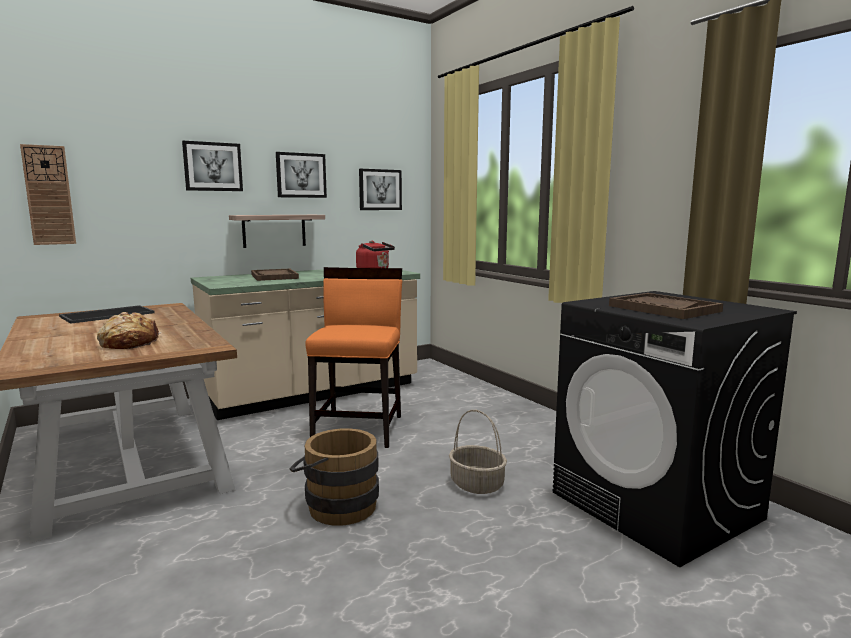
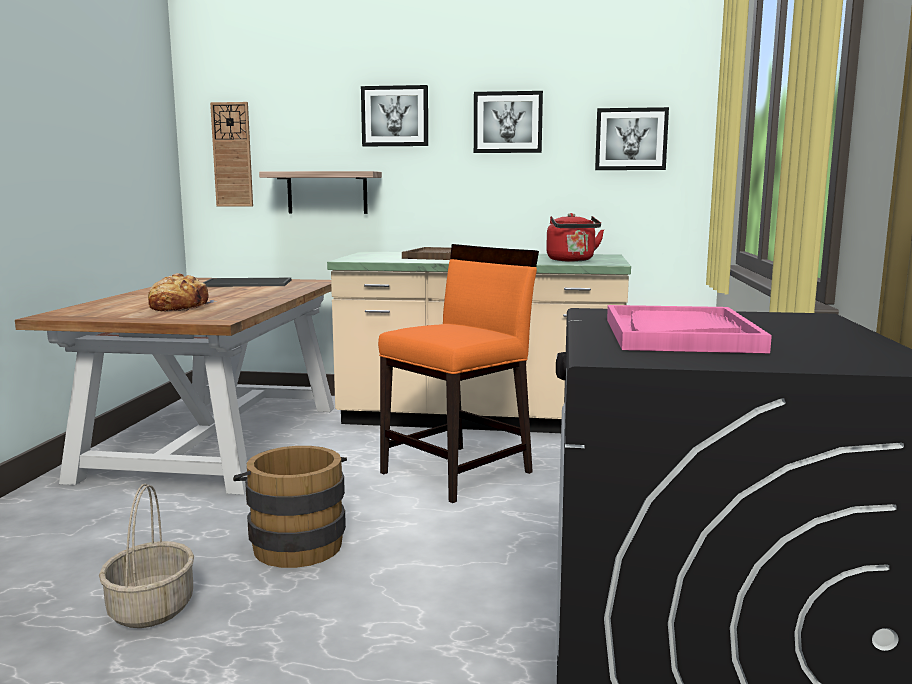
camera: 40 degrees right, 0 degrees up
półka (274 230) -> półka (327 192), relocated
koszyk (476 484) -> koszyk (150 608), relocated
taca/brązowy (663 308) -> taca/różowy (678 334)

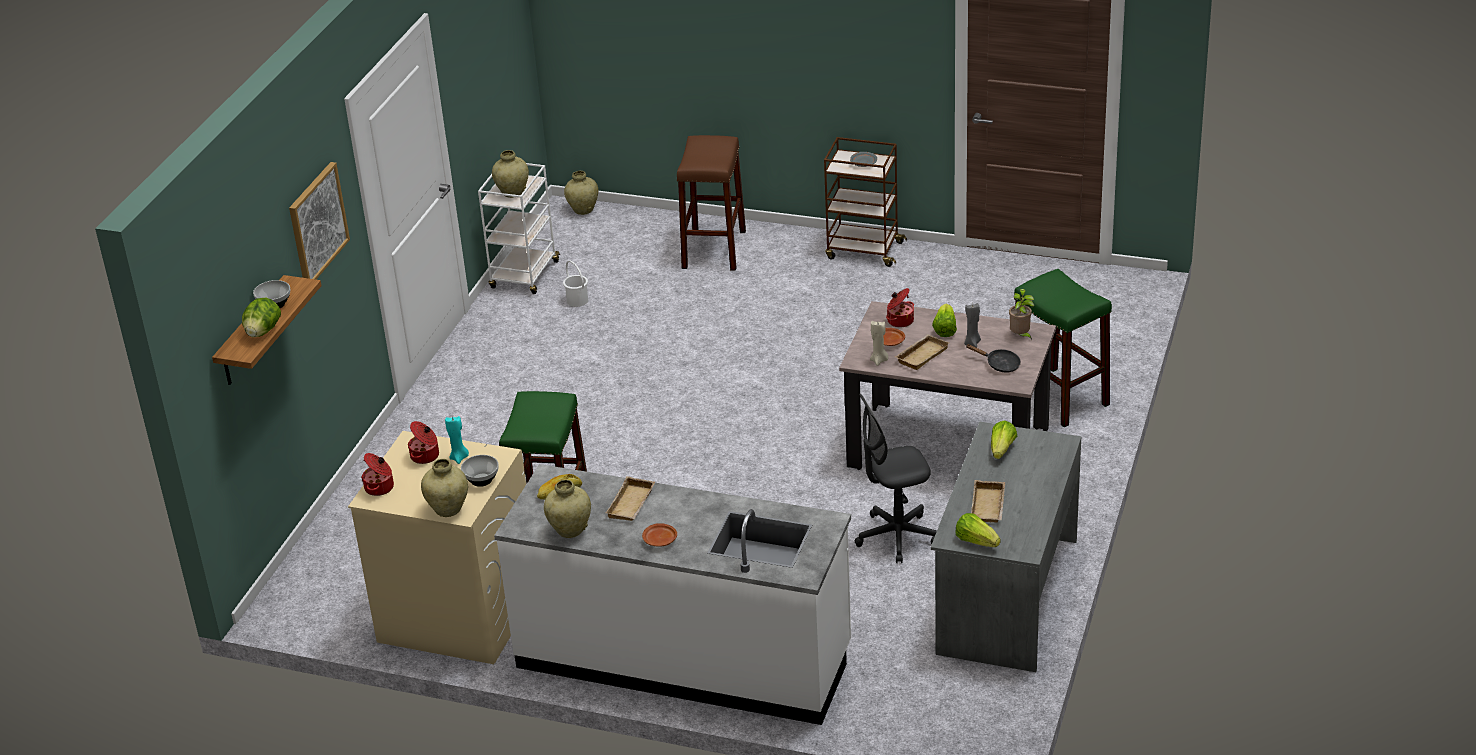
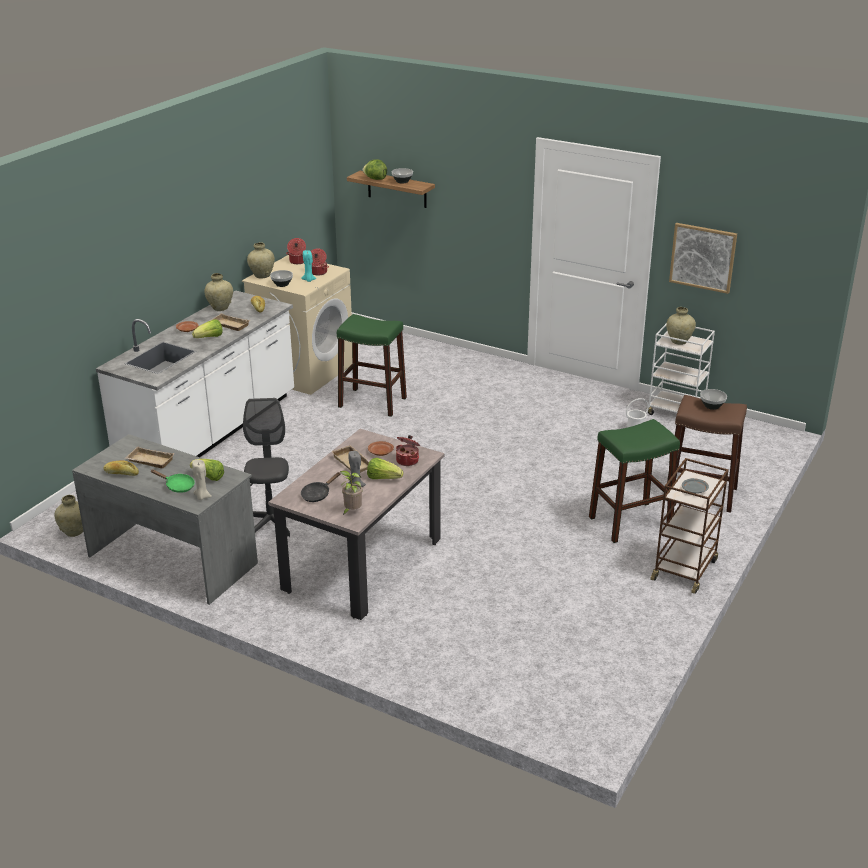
camera: 100 degrees right, 5 degrees down
obraz (317 223) -> obraz (703 257), relocated
wazon/beżowy (583 210) -> wazon/beżowy (74 532), relocated
świeca/beżowy (879 360) -> świeca/beżowy (202 497), relocated
sałata (976 541) -> sałata (209 338), relocated
stołek/zielony (1058 397) -> stołek/zielony (630 522), relocated
none -> chleb (121 473)
none -> patelnia/zielony (177 486)
none -> miska (711 406)

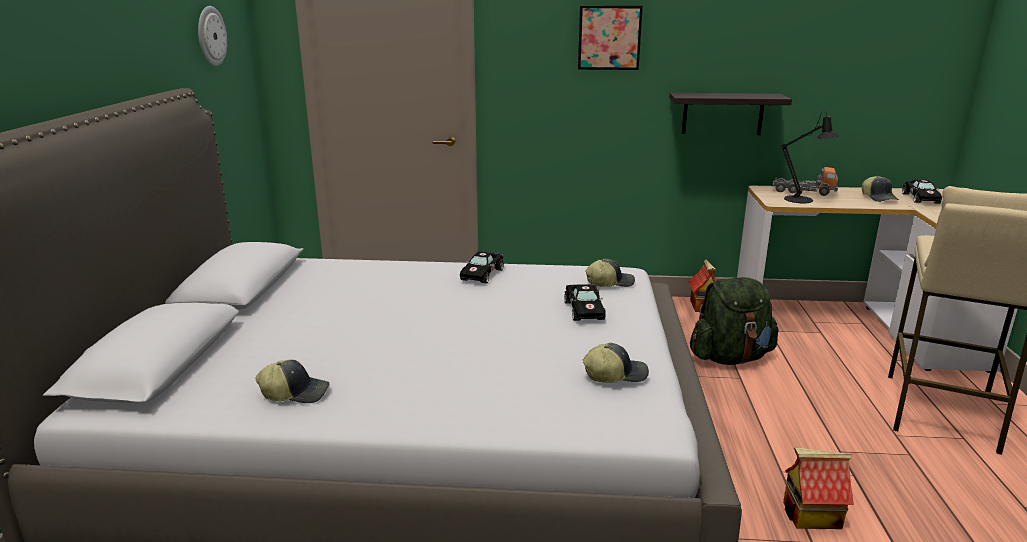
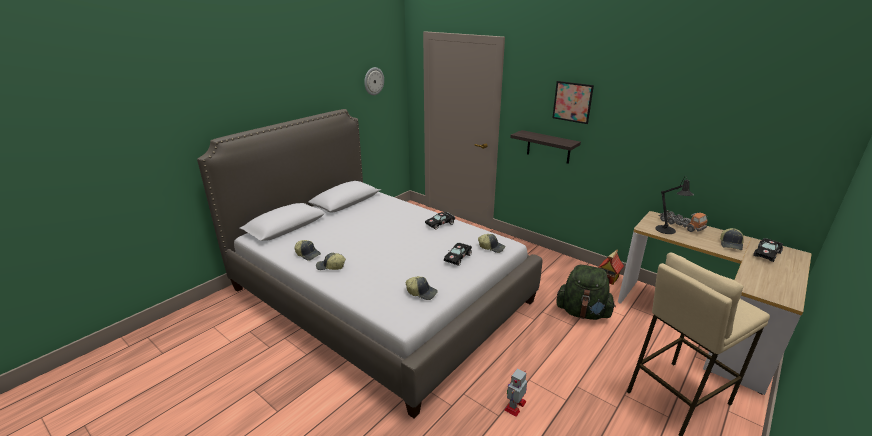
camera: 35 degrees right, 5 degrees up
półka (722 113) -> półka (548 147), relocated
domek (811 516) -> robot zabawkowy (515 405)
none -> czapka z daszkiem (330 267)

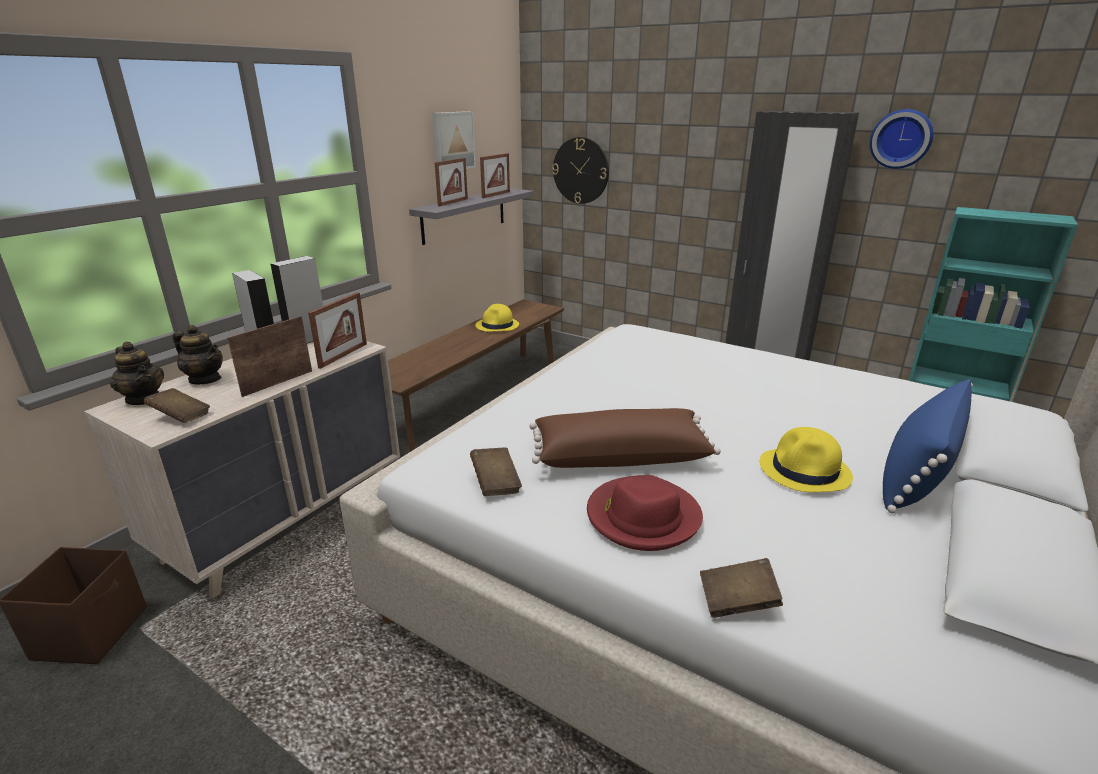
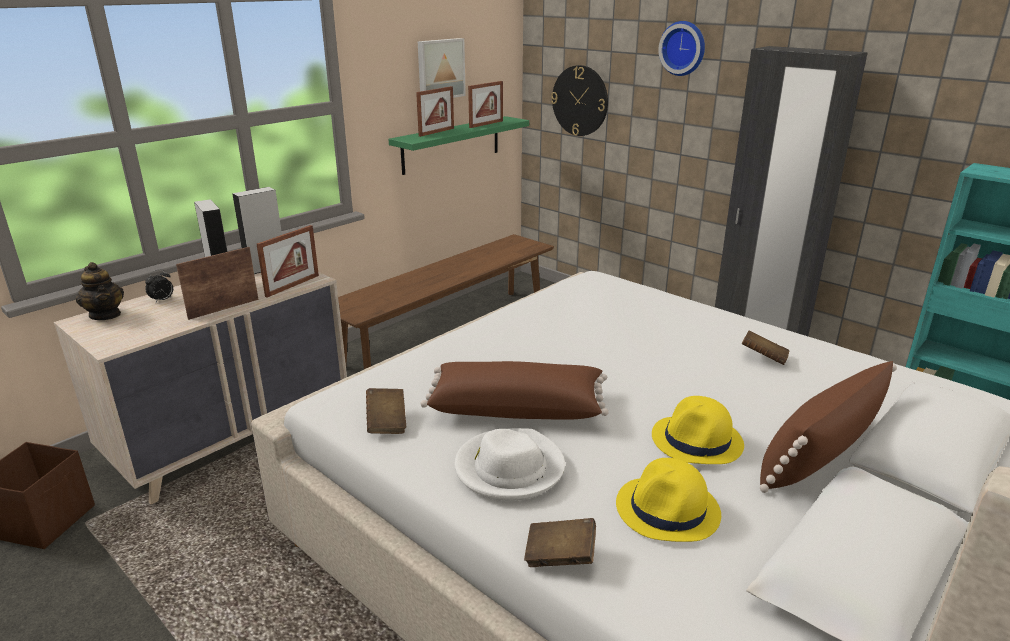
camera: 10 degrees right, 0 degrees up
książka/brązowy (181 417) -> książka/brązowy (763 358), relocated
imbryk (205 379) -> budzik (162 300)
półka/szary (464 215) -> półka/zielony (451 144)
kapelusz/żółty (497 326) -> kapelusz/żółty (668 510), relocated
kapelusz/czerwony (642 517) -> kapelusz/biały (509 468)
zegar ścienny (901 139) -> zegar ścienny (683 48), relocated
poduszka/niebieski (917 472) -> poduszka/brązowy (818 455)

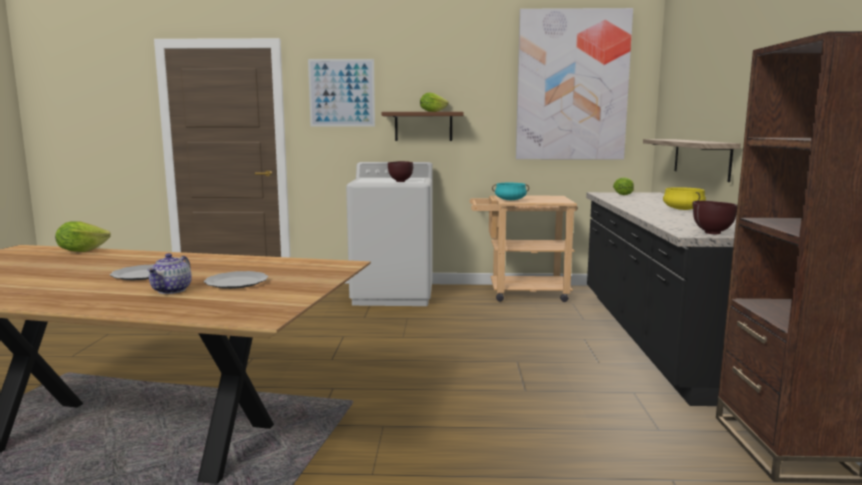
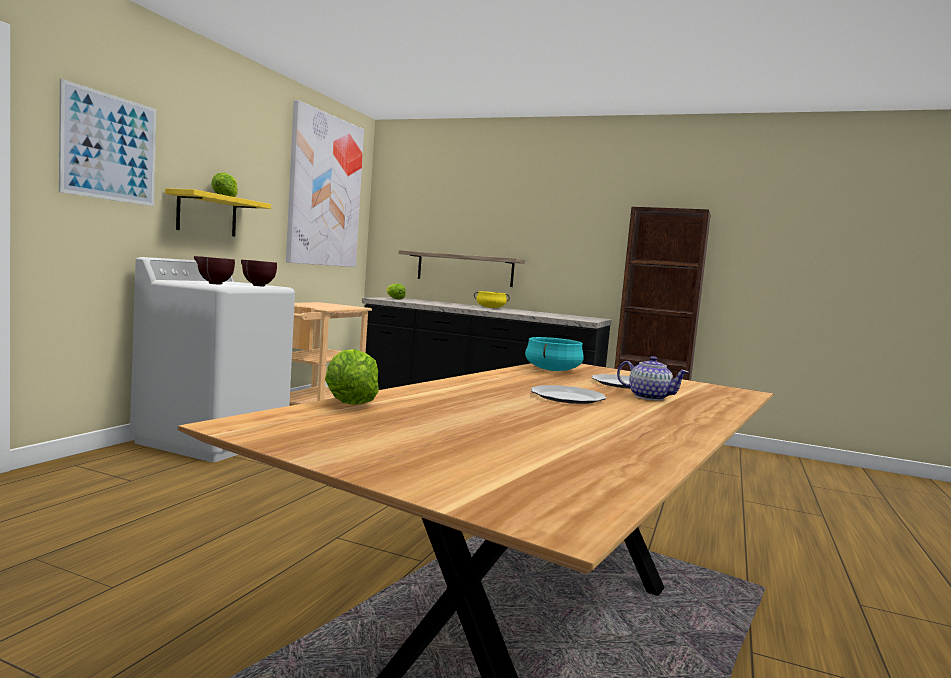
camera: 70 degrees left, 5 degrees down
półka/brązowy (423 126) -> półka/żółty (207 214)
garnek/turkusowy (510 200) -> garnek/turkusowy (552 370), relocated
miska/brązowy (710 232) -> miska/brązowy (213 283), relocated

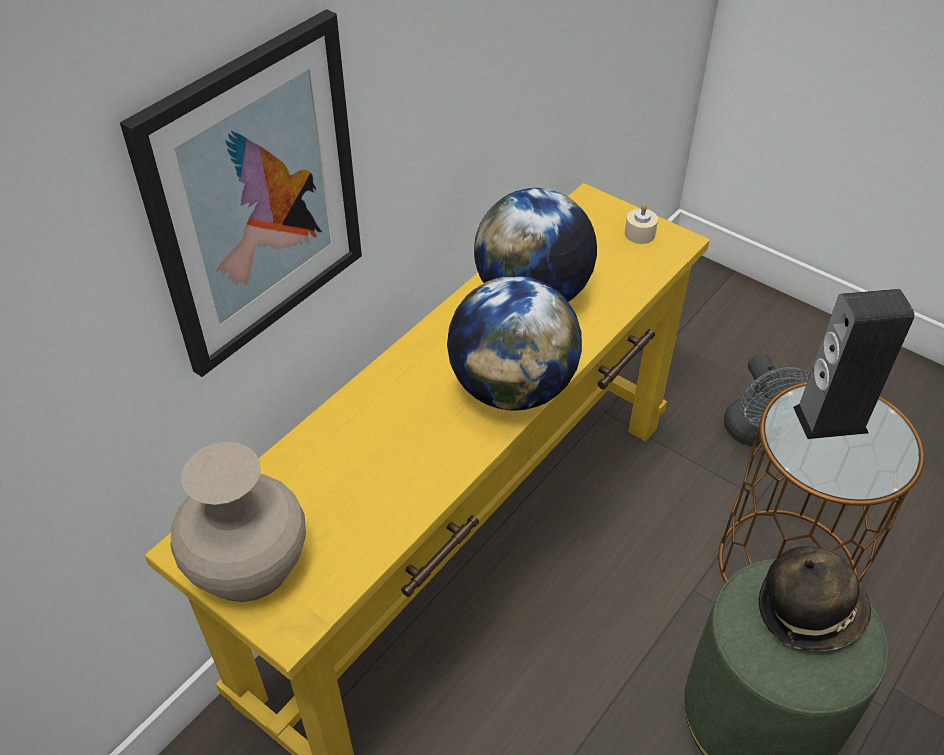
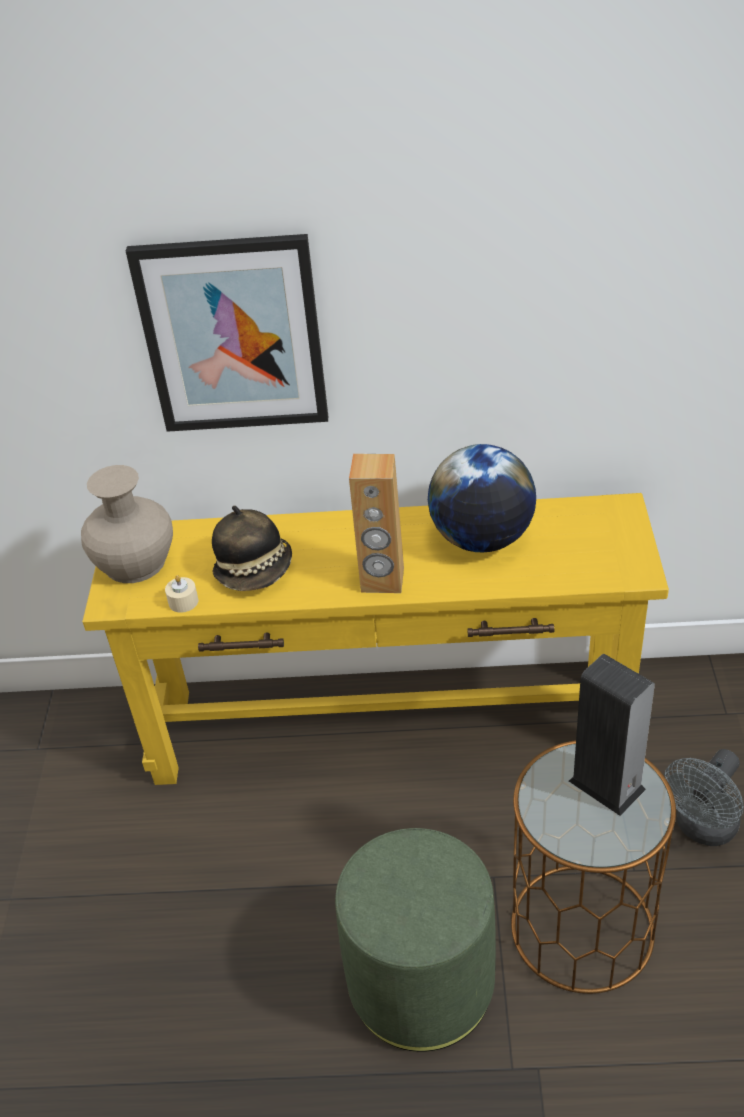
camera: 55 degrees right, 5 degrees down
globus (512 388) -> głośnik/brązowy (382 580)
świeca/beżowy (639 234) -> świeca/beżowy (183 601), relocated
kapelusz (809 610) -> kapelusz (255 571), relocated

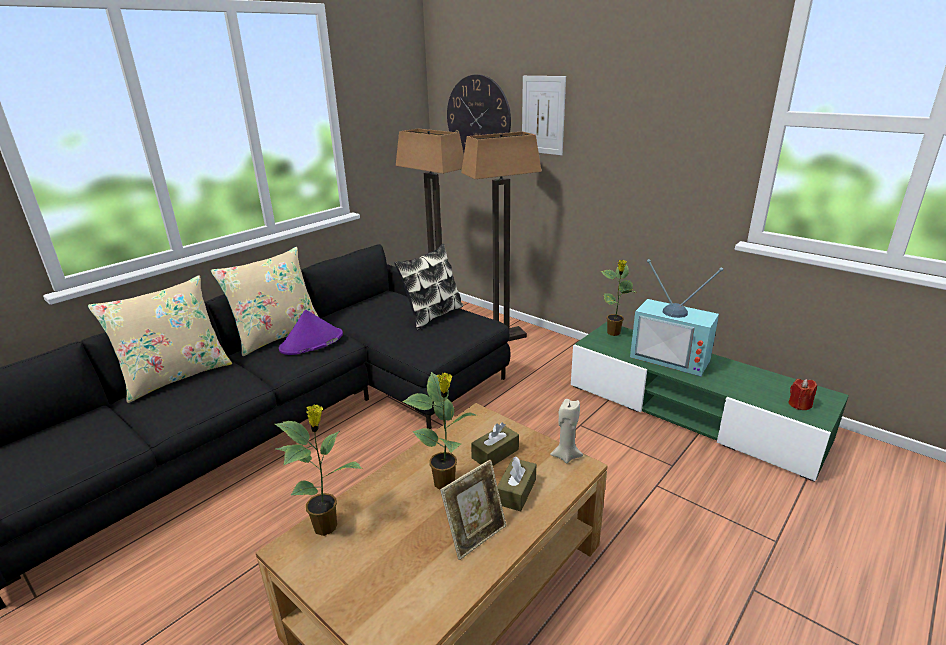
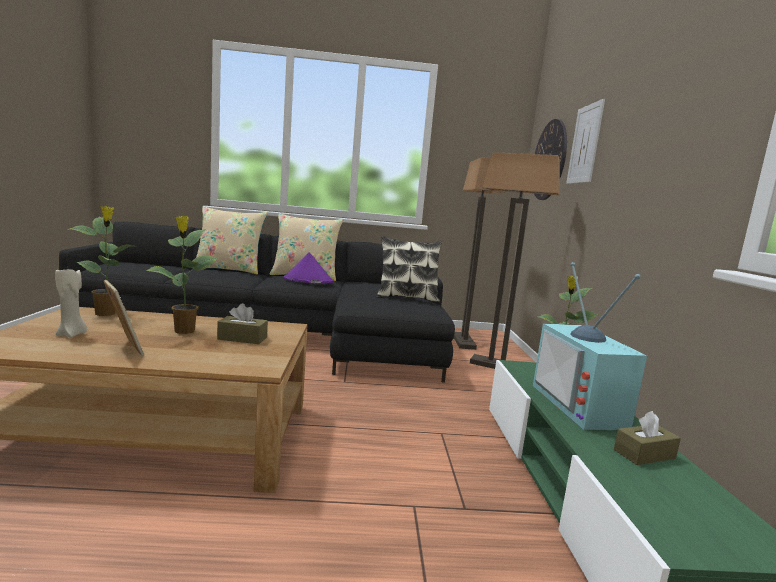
camera: 45 degrees right, 15 degrees down
ramka na zdjęcie (475 535) -> ramka na zdjęcie (124 348), 135 degrees counterclockwise
pudełko chusteczek/brązowy (516 491) -> pudełko chusteczek/brązowy (644 454), relocated
świeca/beżowy (566 456) -> świeca/beżowy (72 335), relocated
świeca/czerwony (799 405) -> none

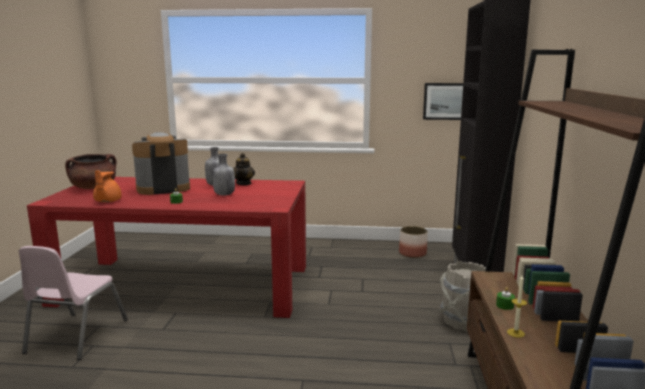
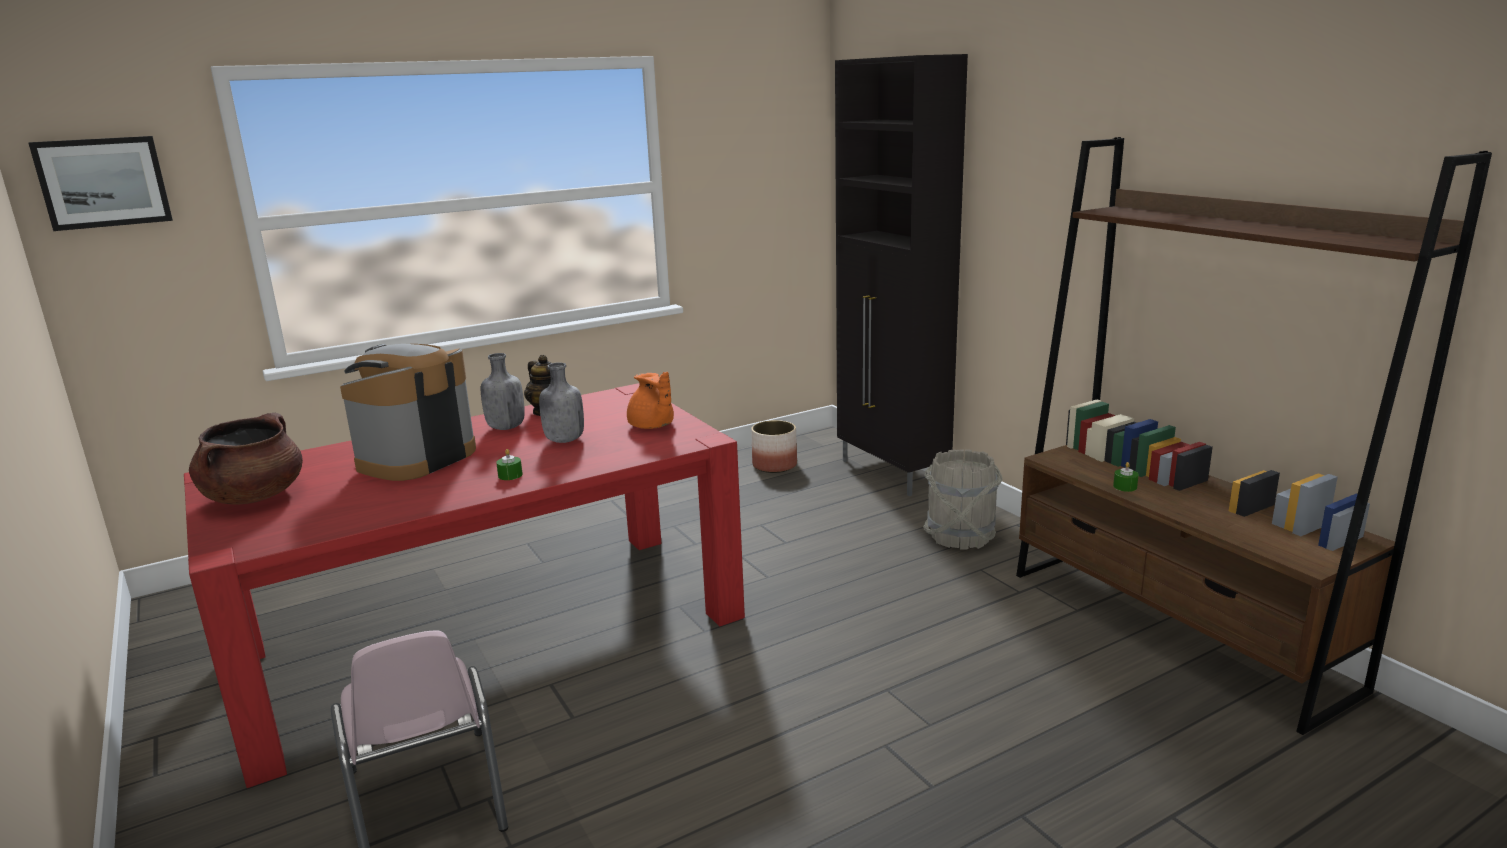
camera: 35 degrees left, 5 degrees up
imbryk/pomarańczowy (107 201) -> imbryk/pomarańczowy (652 426), relocated
obraz (446 101) -> obraz (103 182), relocated
świeca (515 333) -> none

